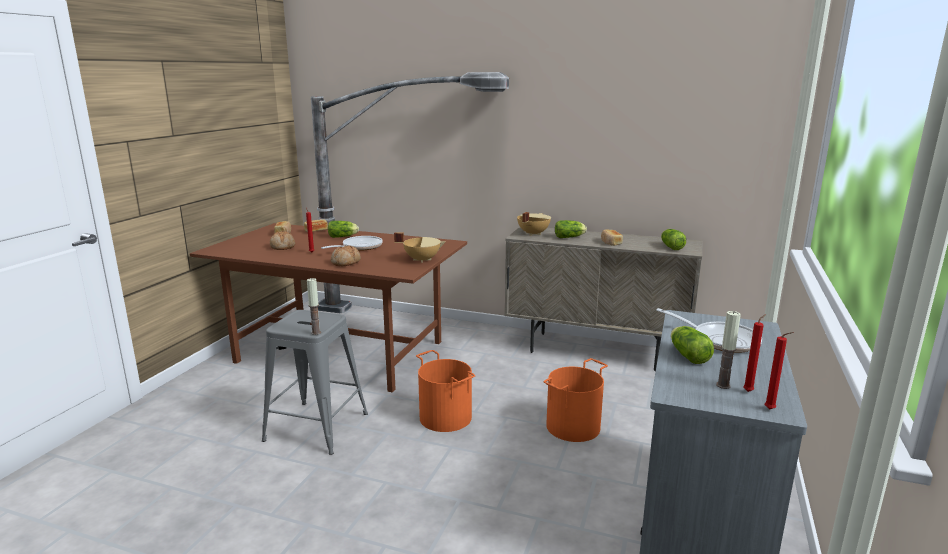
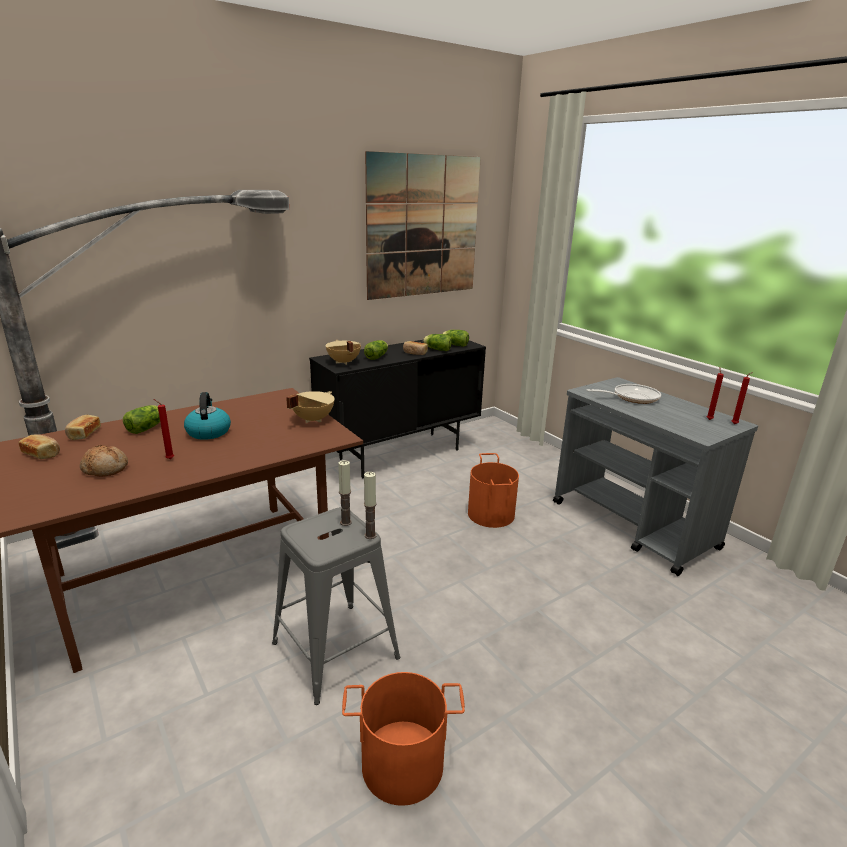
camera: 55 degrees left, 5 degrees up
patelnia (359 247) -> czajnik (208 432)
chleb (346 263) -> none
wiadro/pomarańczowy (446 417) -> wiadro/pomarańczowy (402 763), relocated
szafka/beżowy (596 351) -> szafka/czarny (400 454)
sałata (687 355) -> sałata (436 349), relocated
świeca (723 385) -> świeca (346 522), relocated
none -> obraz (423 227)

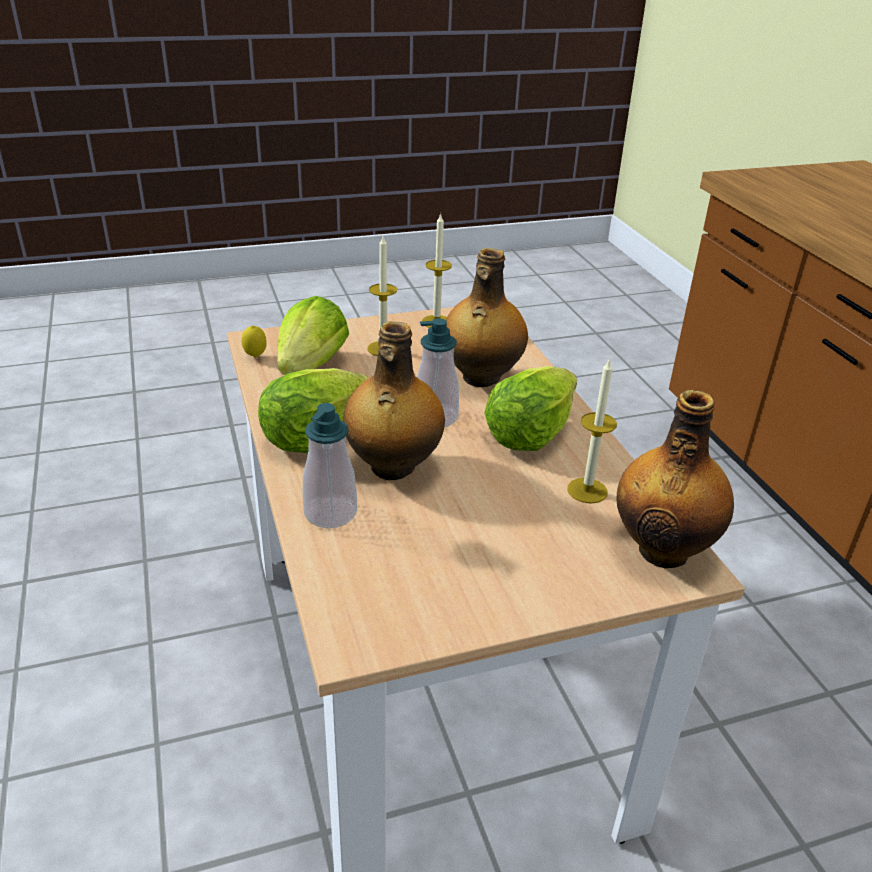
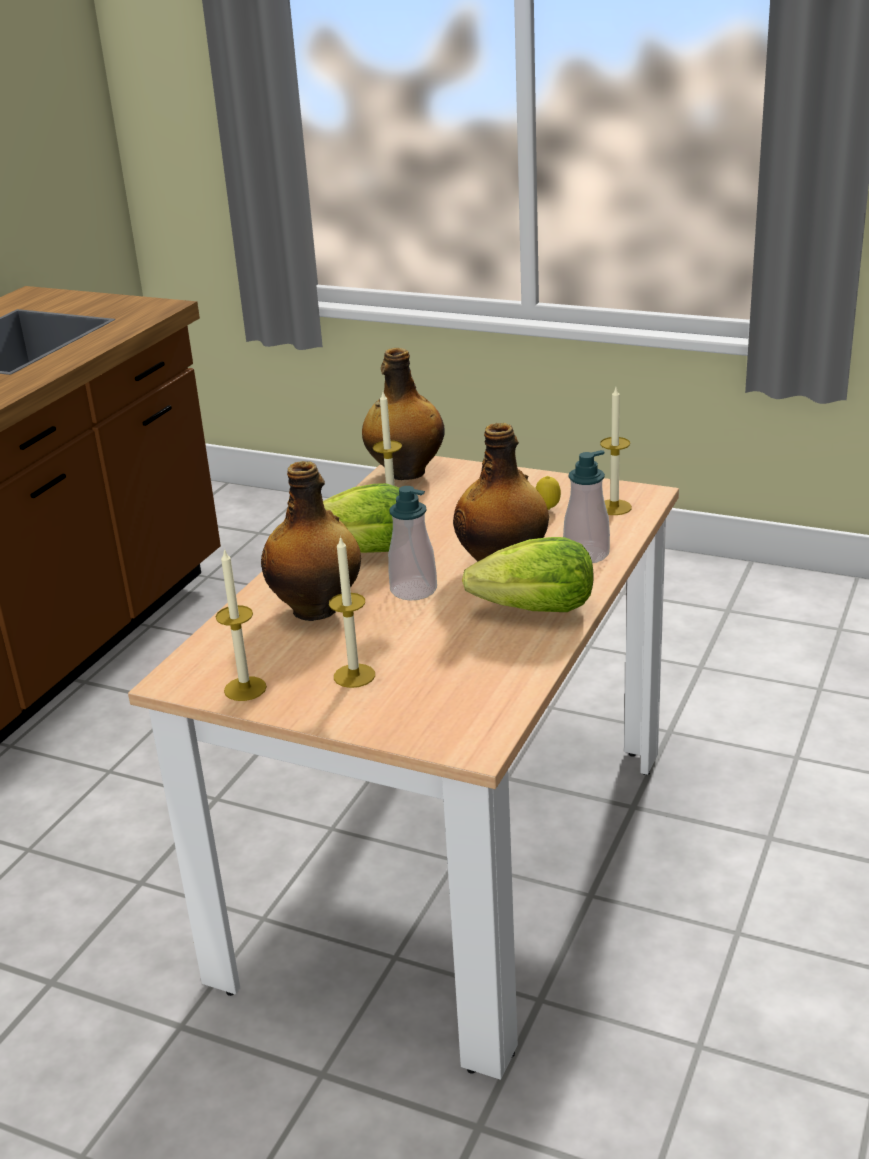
camera: 135 degrees left, 5 degrees down
cytryna (255 357) -> cytryna (548 509), relocated
sałata (311 367) -> none
none -> świeca (614 507)

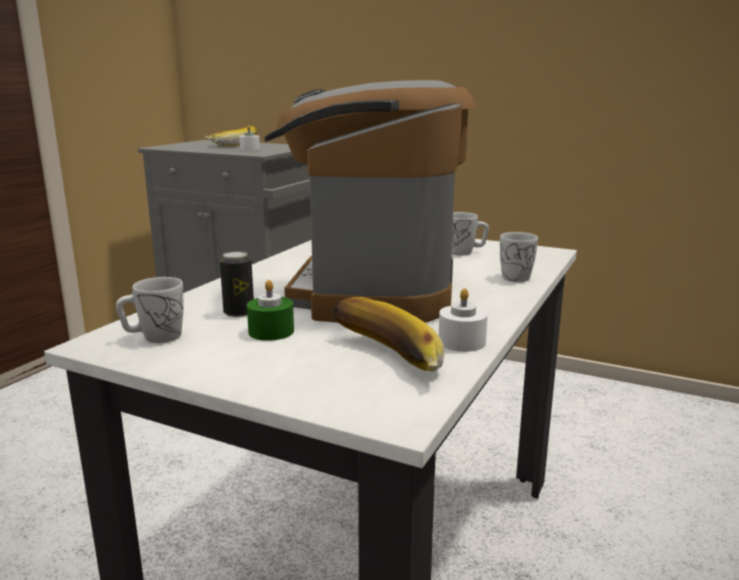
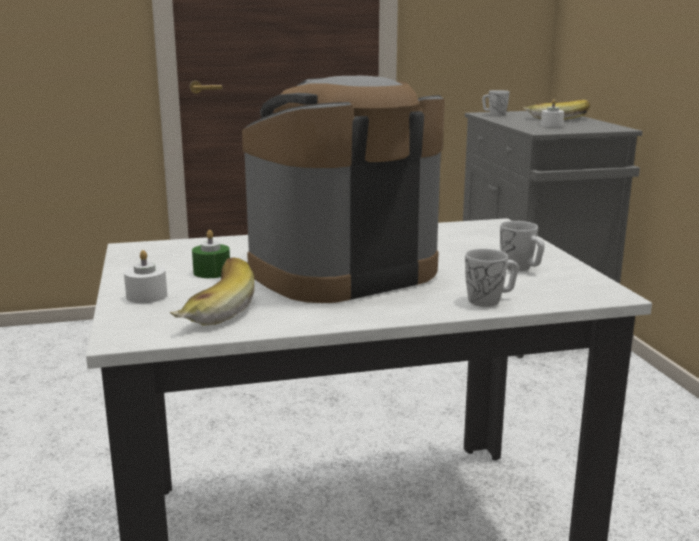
camera: 50 degrees right, 0 degrees up
kubek/biały (154 337) -> kubek/biały (494 115), relocated
puszka (239 312) -> none
świeca/biały (462 342) -> świeca/biały (146 296), relocated

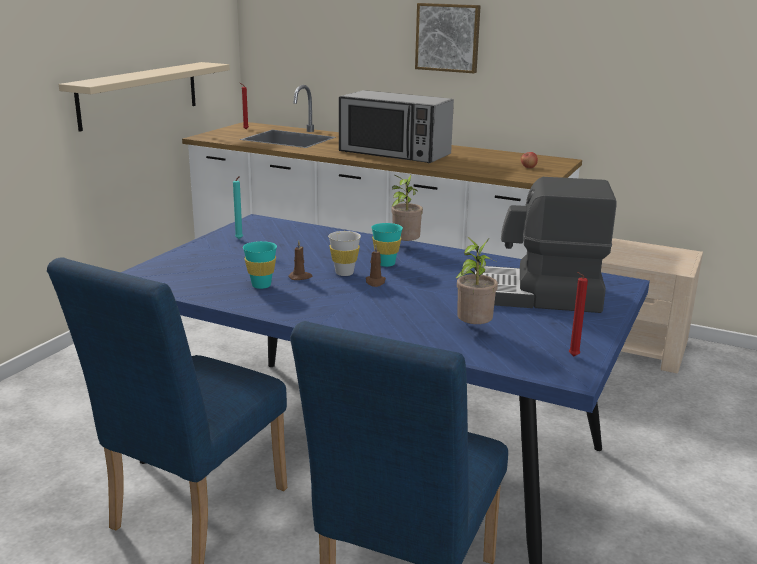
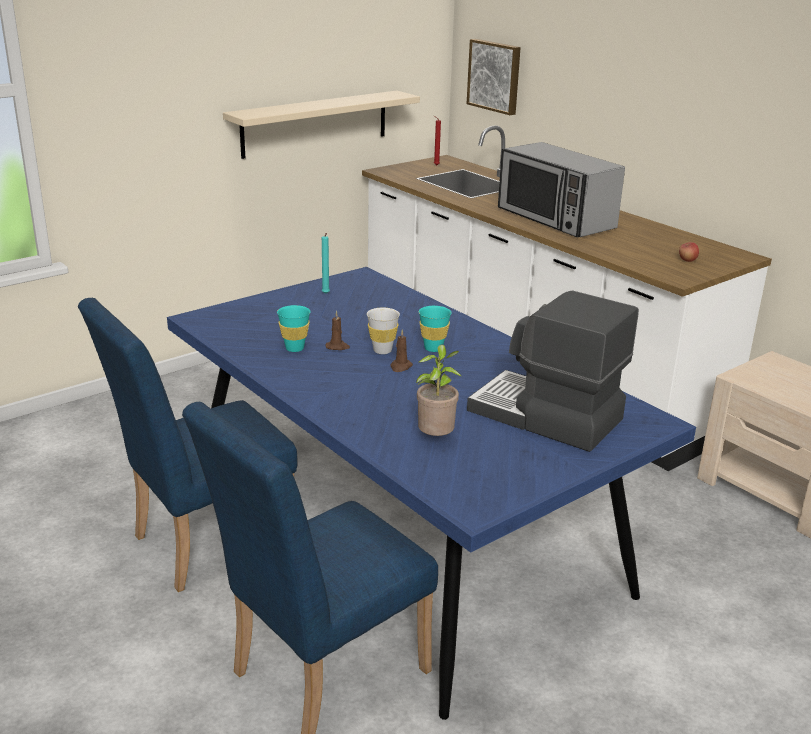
camera: 25 degrees right, 5 degrees up
roślina doniczkowa (404 246) -> none
obraz (448 37) -> obraz (495 76), relocated
świeca/czerwony (572 357) -> none

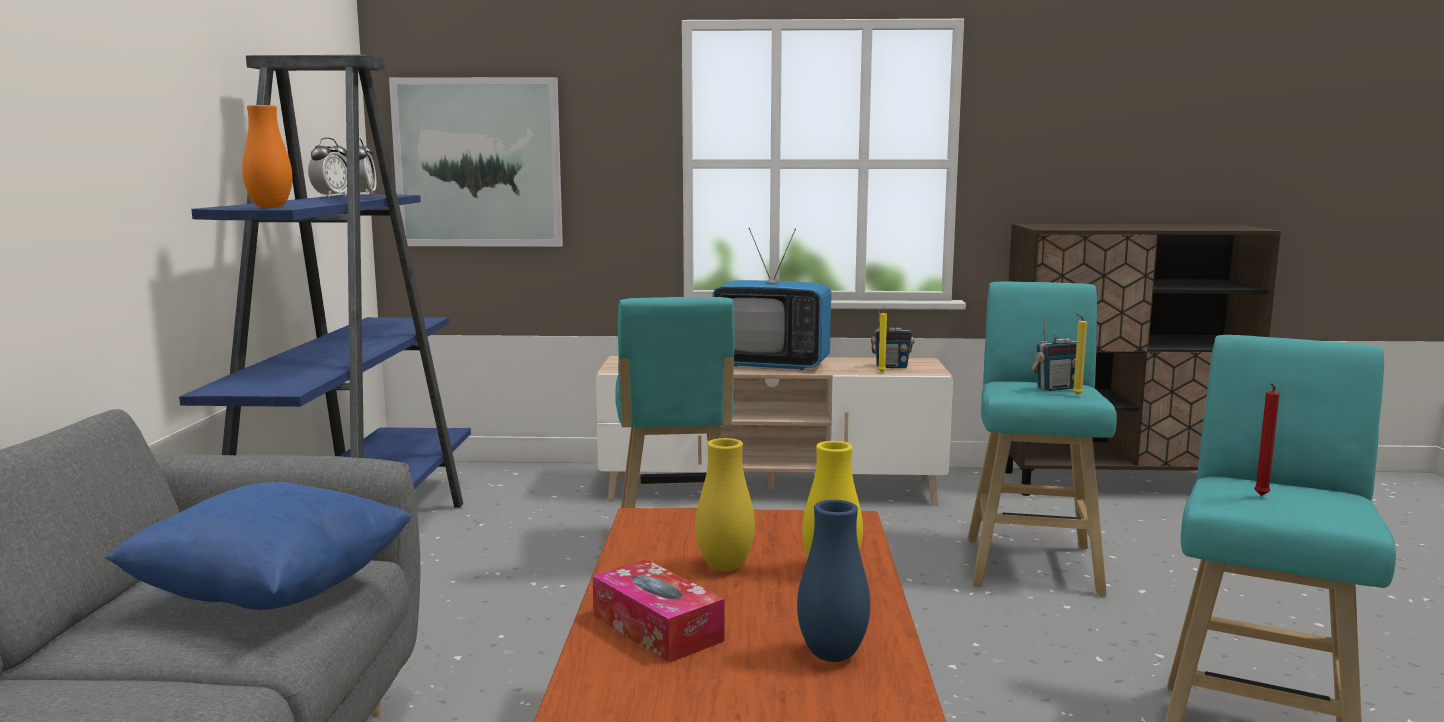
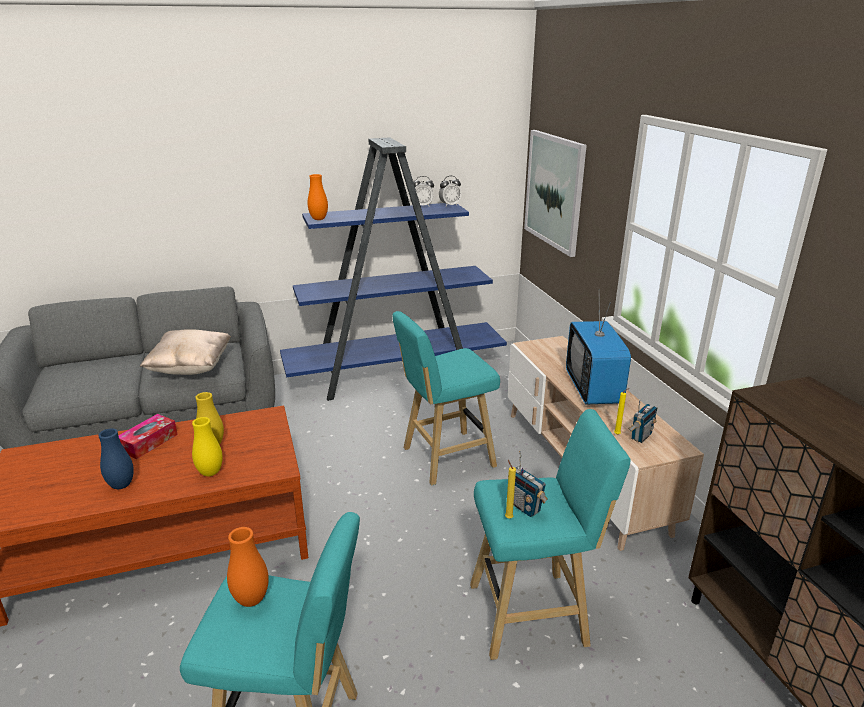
camera: 70 degrees right, 15 degrees up
poduszka/niebieski (272 595) -> poduszka/beżowy (191 368)
radio (891 367) -> radio (640 436), 120 degrees counterclockwise
świeca/czerwony (1260 496) -> wazon/pomarańczowy (251 599)

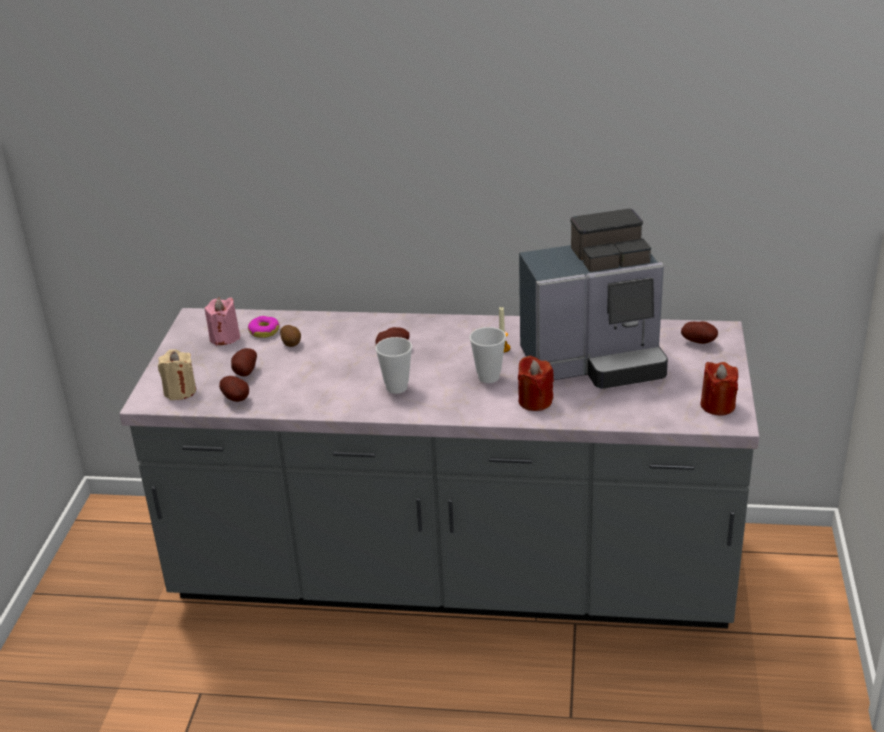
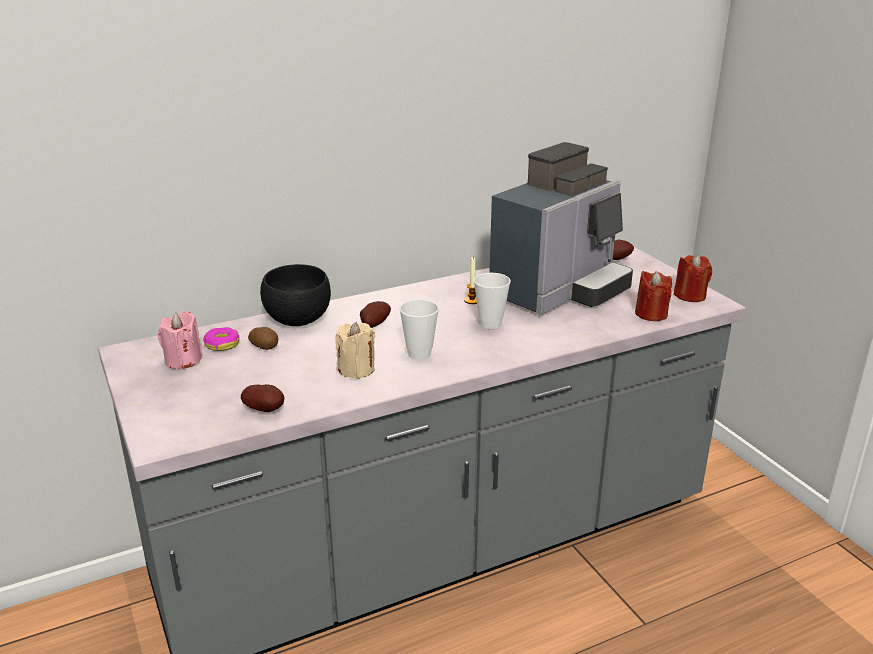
camera: 35 degrees left, 5 degrees down
świeca/beżowy (180 391) -> świeca/beżowy (356 369), relocated
ziemniak (244 373) -> none
świeca/czerwony (535 401) -> świeca/czerwony (651 314), relocated
none -> miska/czarny (297 320)

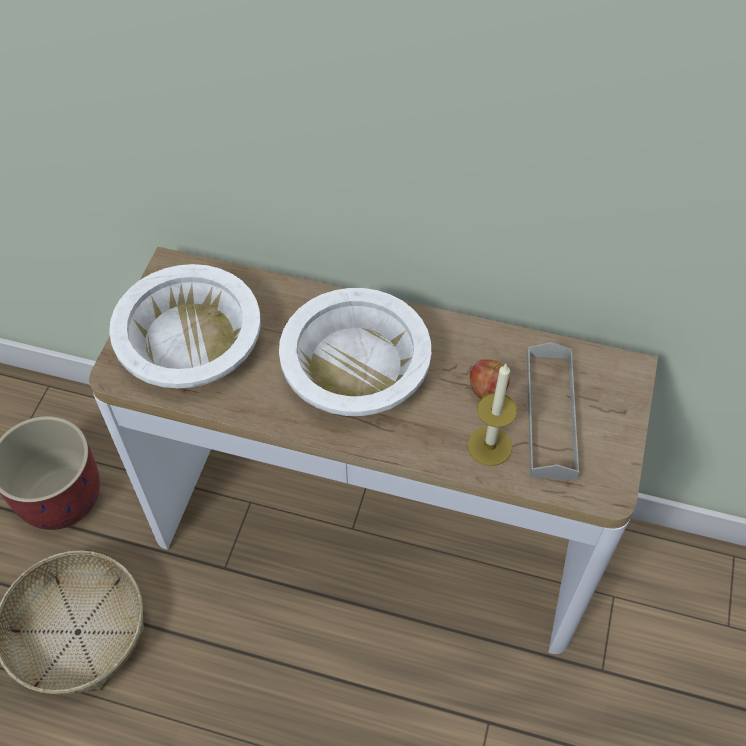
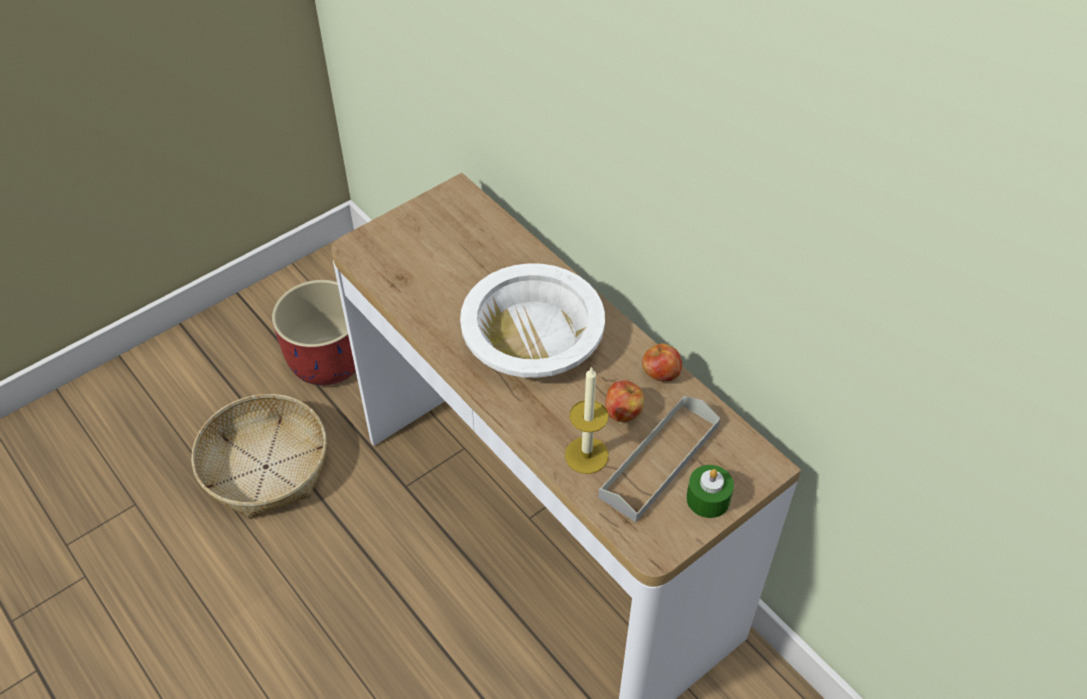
camera: 35 degrees right, 5 degrees down
miska/biały (190 341) -> none
none -> jabłko (660 375)
none -> świeca/zielony (708 499)

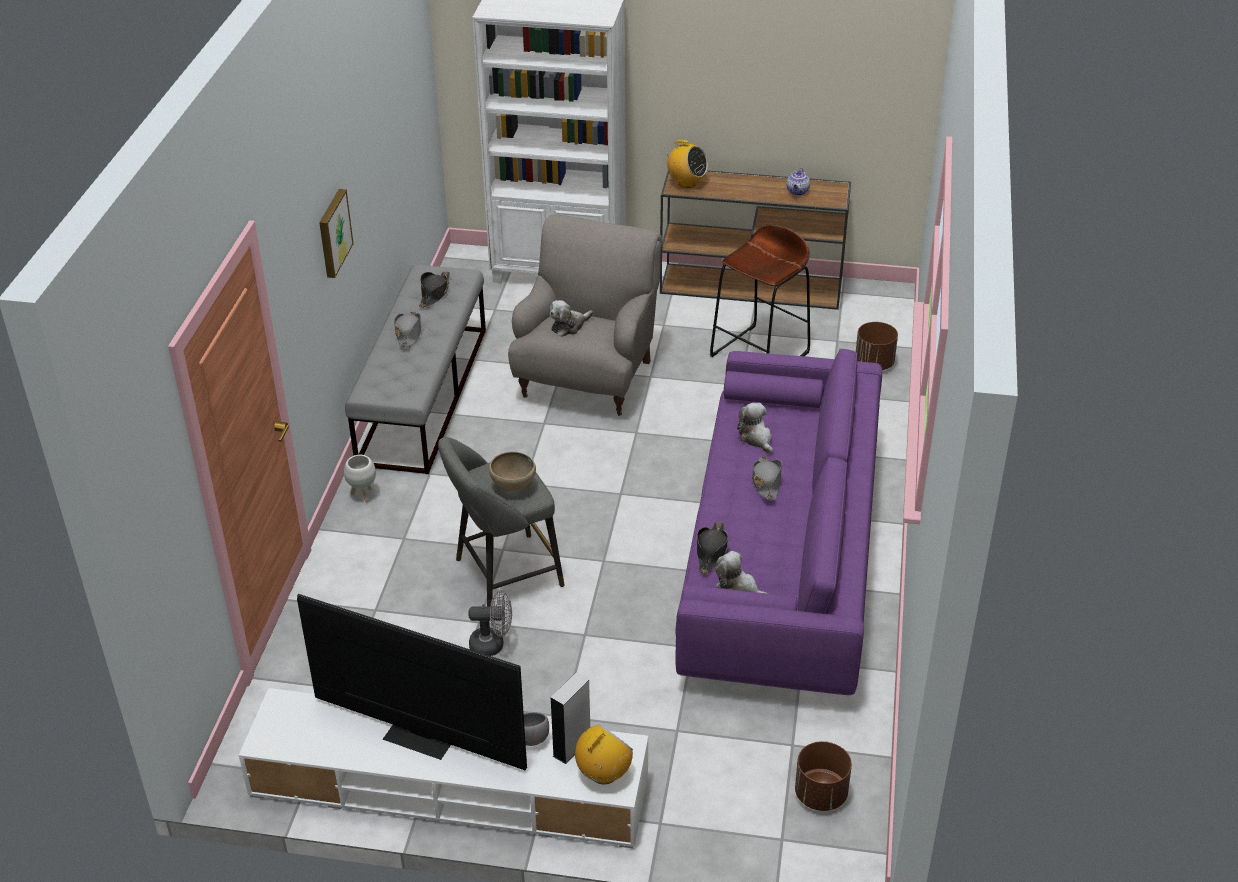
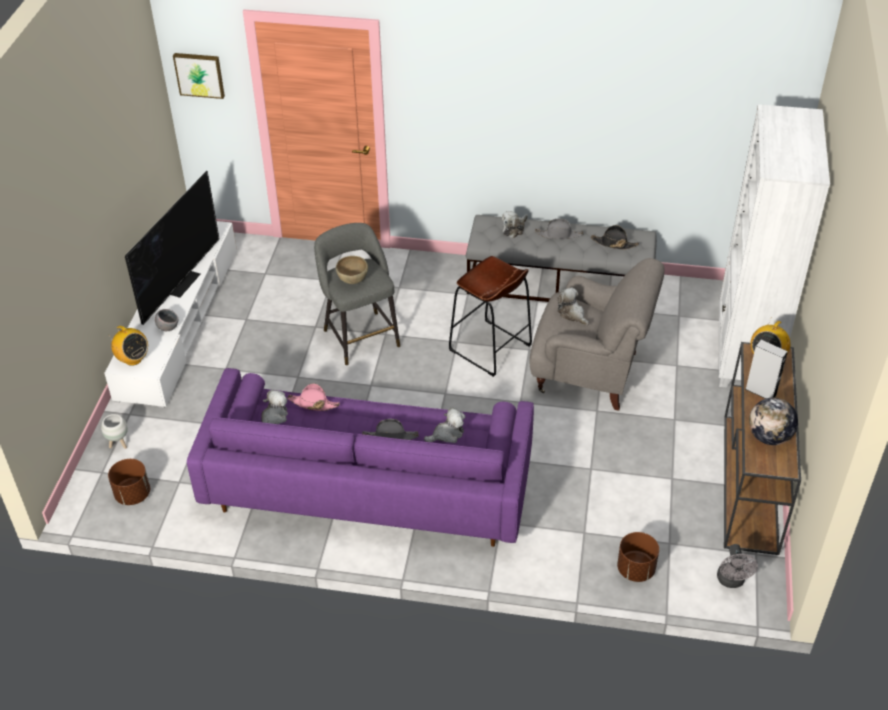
camera: 90 degrees right, 5 degrees up
obraz (333 233) -> obraz (199 74), relocated
donica/biały (363 495) -> donica/biały (119 444), relocated
wentylator/szary (492 644) -> wentylator/szary (731 581), relocated
głośnik/szary (572 747) -> głośnik/szary (760 392), relocated
kapelusz/czarny (711 552) -> kapelusz/różowy (313 403)
stołek/brązowy (760 354) -> stołek/brązowy (490 348), relocated
imbryk (797 192) -> globus (769 437)
none -> pluszak (514 229)

